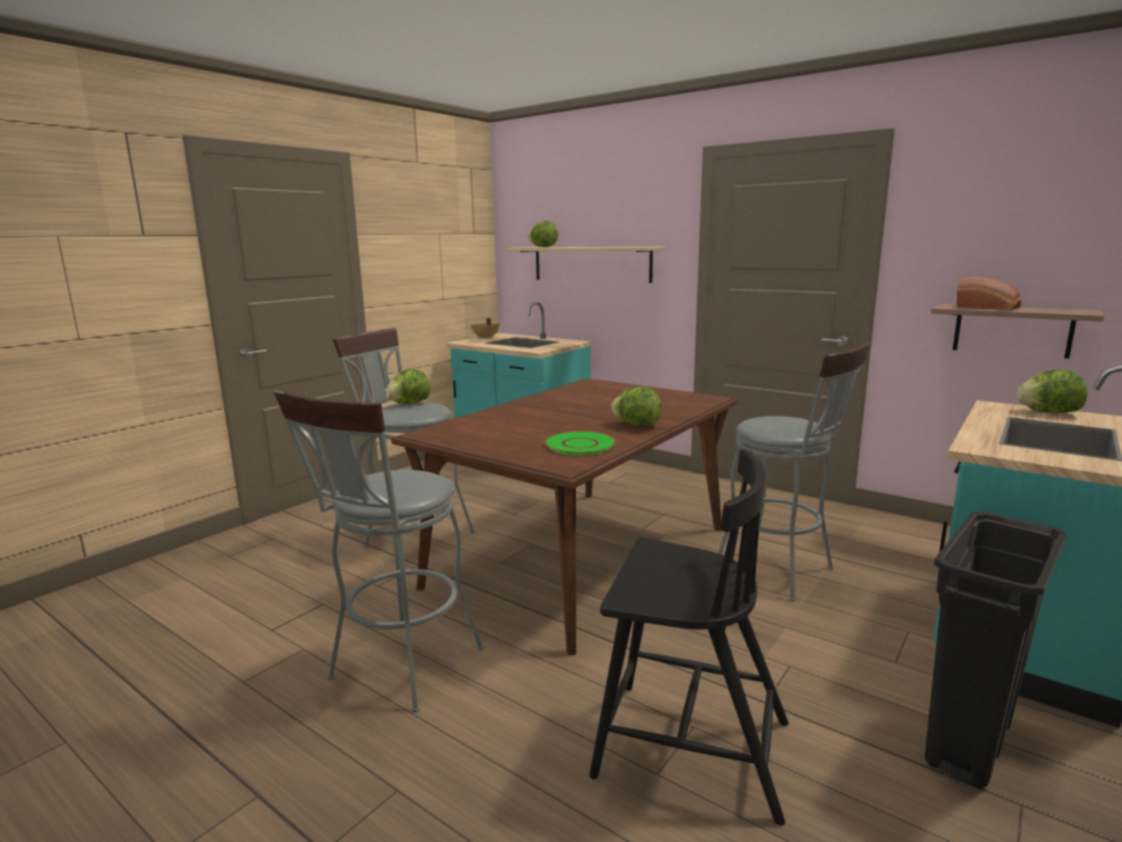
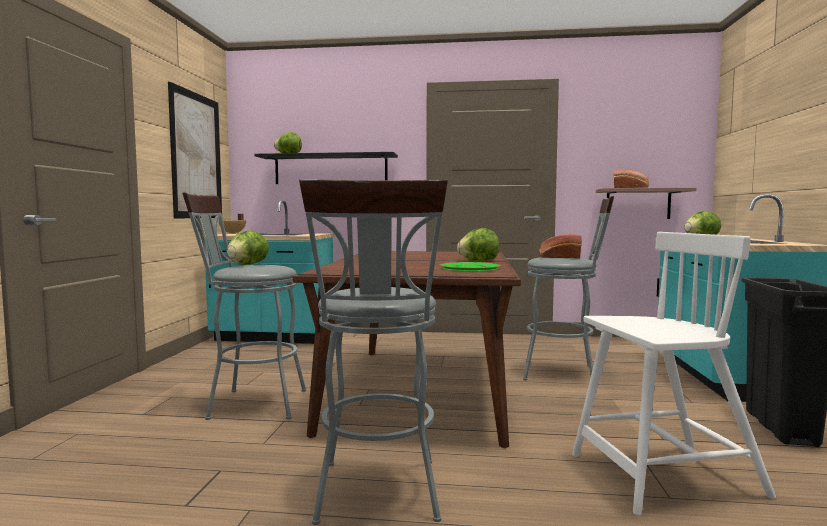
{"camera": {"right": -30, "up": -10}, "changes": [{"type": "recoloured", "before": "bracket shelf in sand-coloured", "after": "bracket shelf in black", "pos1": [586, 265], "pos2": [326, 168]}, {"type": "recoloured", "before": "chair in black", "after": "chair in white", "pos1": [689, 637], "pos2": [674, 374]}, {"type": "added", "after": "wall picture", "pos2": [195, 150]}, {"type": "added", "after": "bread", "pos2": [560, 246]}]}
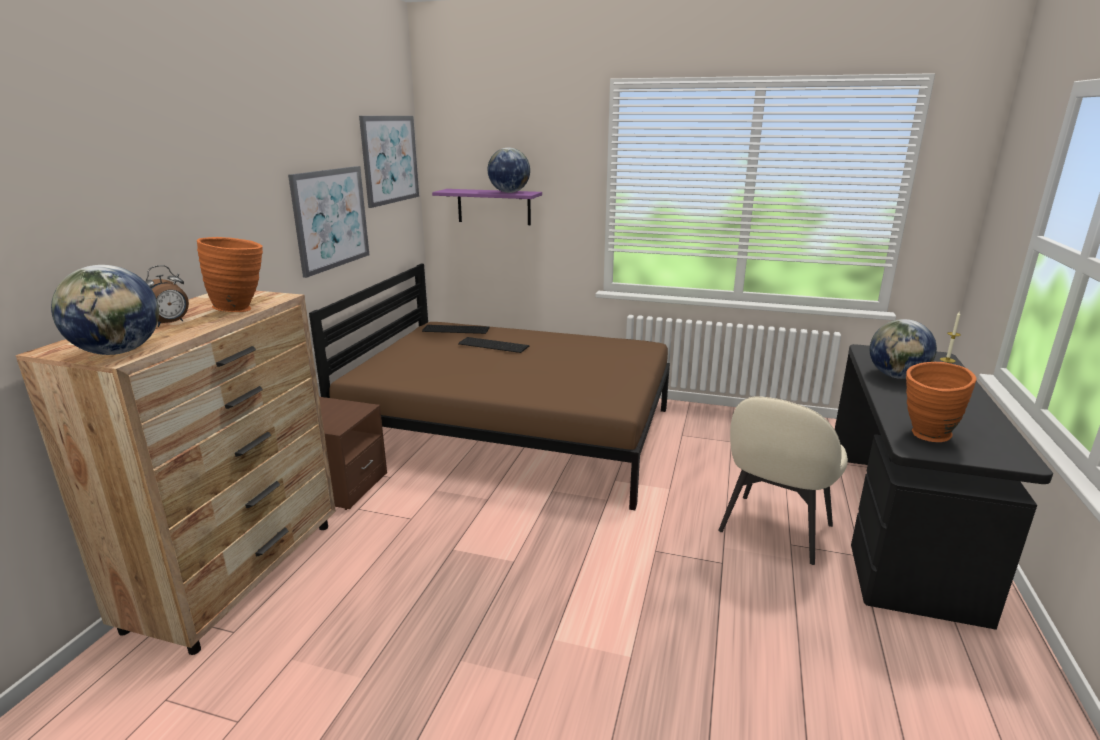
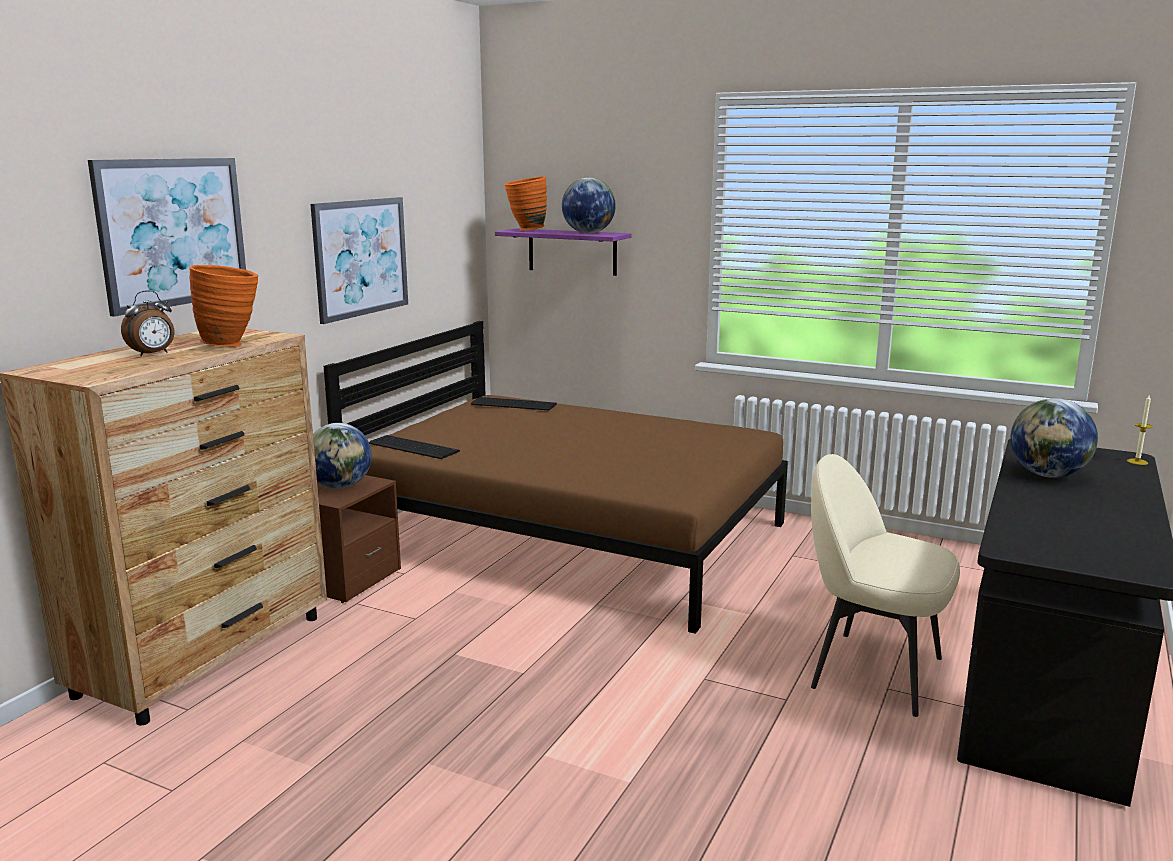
{"camera": {"right": 10, "up": -5}, "changes": [{"type": "moved", "before": "desk globe", "pos1": [105, 310], "pos2": [342, 456]}, {"type": "moved", "before": "wall picture", "pos1": [389, 162], "pos2": [167, 237]}, {"type": "moved", "before": "computer keyboard", "pos1": [493, 345], "pos2": [414, 447]}, {"type": "turned", "before": "chair in sand-coloured", "pos1": [783, 480], "pos2": [885, 585], "turn": 75}, {"type": "moved", "before": "decorative vase in orangey", "pos1": [941, 402], "pos2": [526, 203]}]}
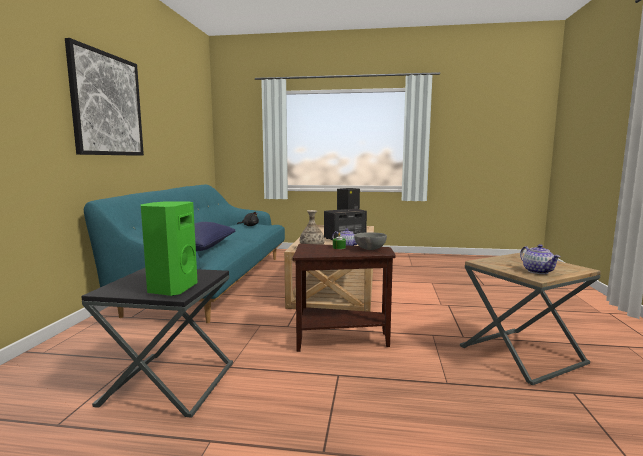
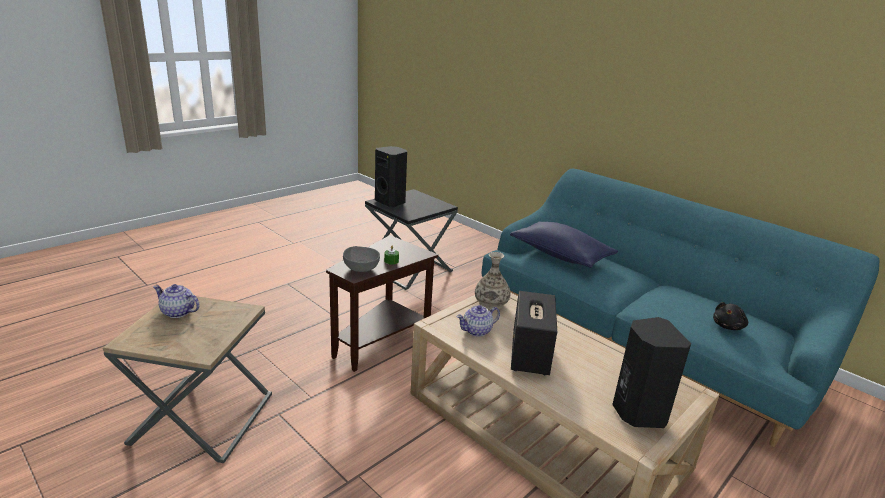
{"camera": {"right": 125, "up": 15}, "changes": [{"type": "removed", "before": "wall picture", "pos1": [104, 97]}, {"type": "recoloured", "before": "speaker in green-coloured", "after": "speaker in black", "pos1": [169, 249], "pos2": [391, 176]}]}
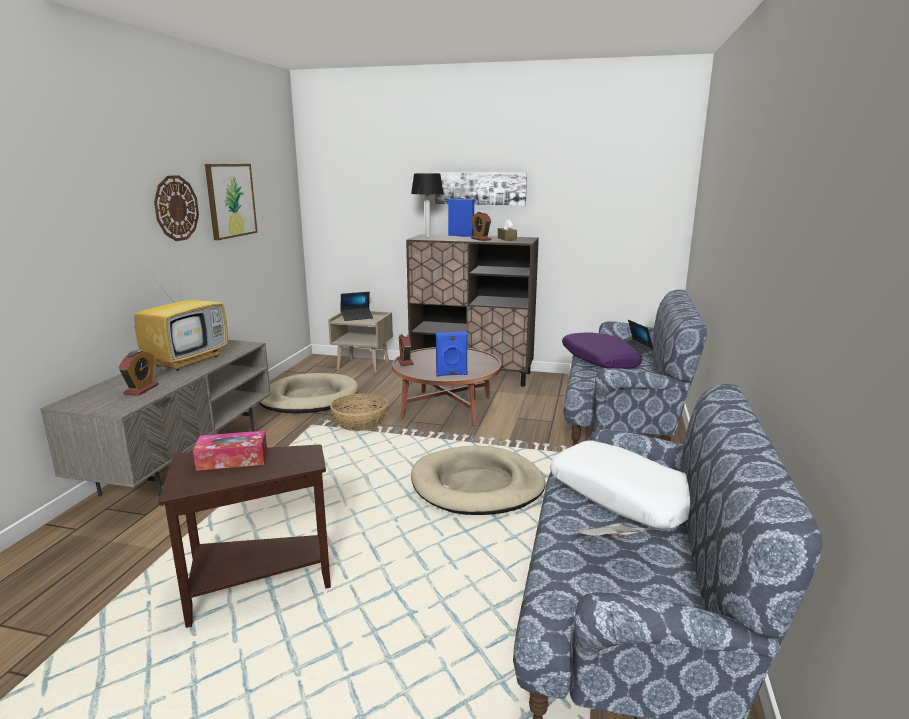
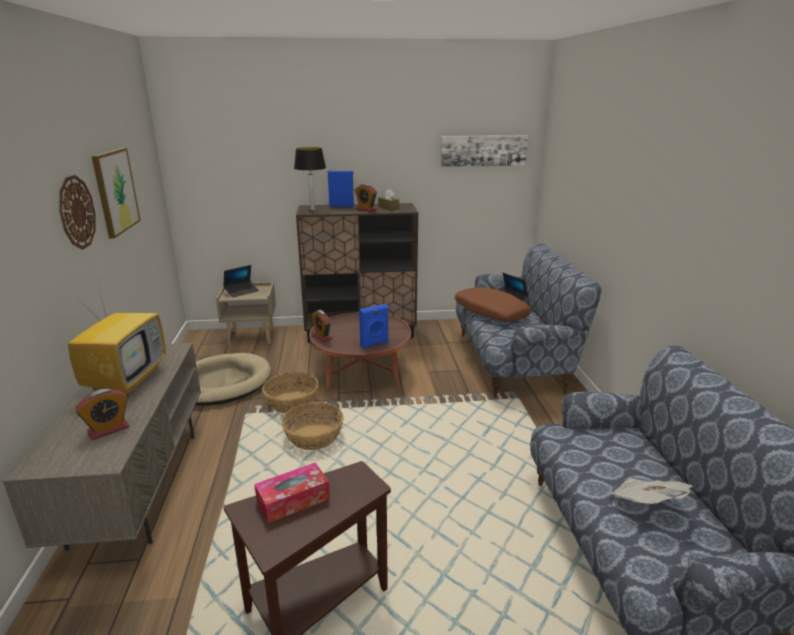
{"camera": {"right": -20, "up": 5}, "changes": [{"type": "turned", "before": "bedside clock", "pos1": [139, 373], "pos2": [102, 414], "turn": 60}, {"type": "removed", "before": "dog bed in sand-coloured", "pos1": [478, 480]}, {"type": "moved", "before": "wall picture", "pos1": [480, 189], "pos2": [484, 151]}, {"type": "removed", "before": "pillow in white", "pos1": [620, 484]}, {"type": "recoloured", "before": "pillow in purplish", "after": "pillow in brown-coloured", "pos1": [602, 351], "pos2": [493, 304]}, {"type": "added", "after": "household basket", "pos2": [312, 426]}]}
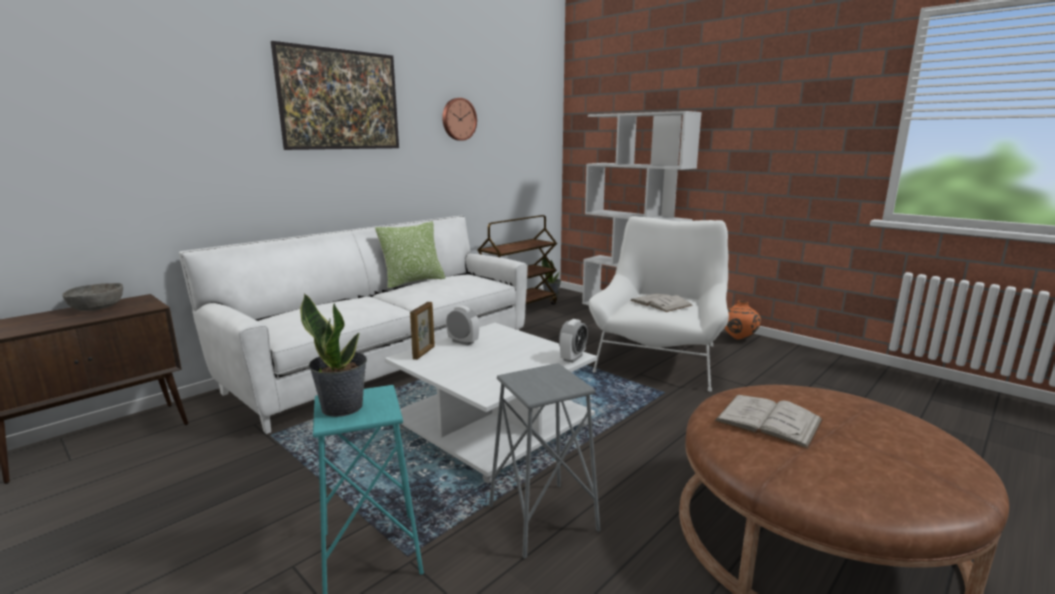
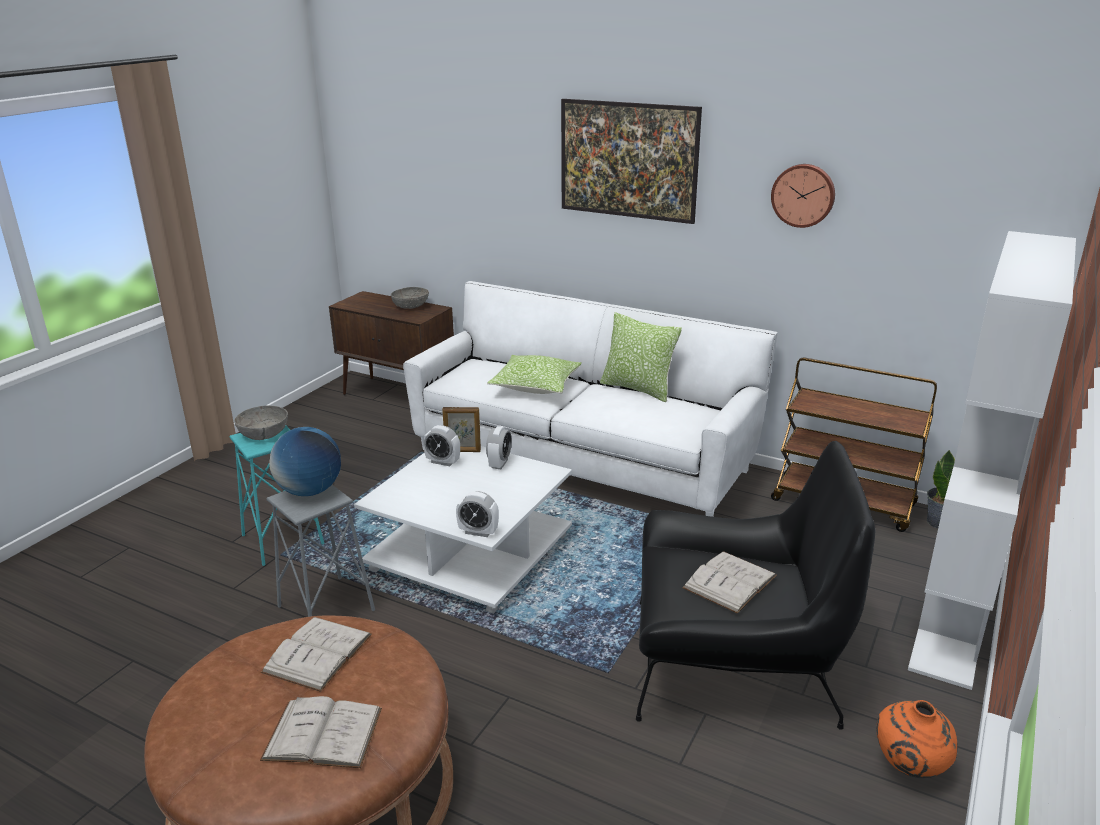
{"camera": {"right": 75, "up": 10}, "changes": [{"type": "replaced", "before": "houseplant", "after": "deep dish in grey", "pos1": [333, 355], "pos2": [261, 422]}, {"type": "recoloured", "before": "armchair in white", "after": "armchair in black", "pos1": [659, 304], "pos2": [755, 585]}, {"type": "added", "after": "volume in white", "pos2": [321, 732]}, {"type": "added", "after": "desk globe", "pos2": [305, 461]}, {"type": "added", "after": "bedside clock", "pos2": [441, 445]}, {"type": "added", "after": "pillow", "pos2": [534, 374]}]}
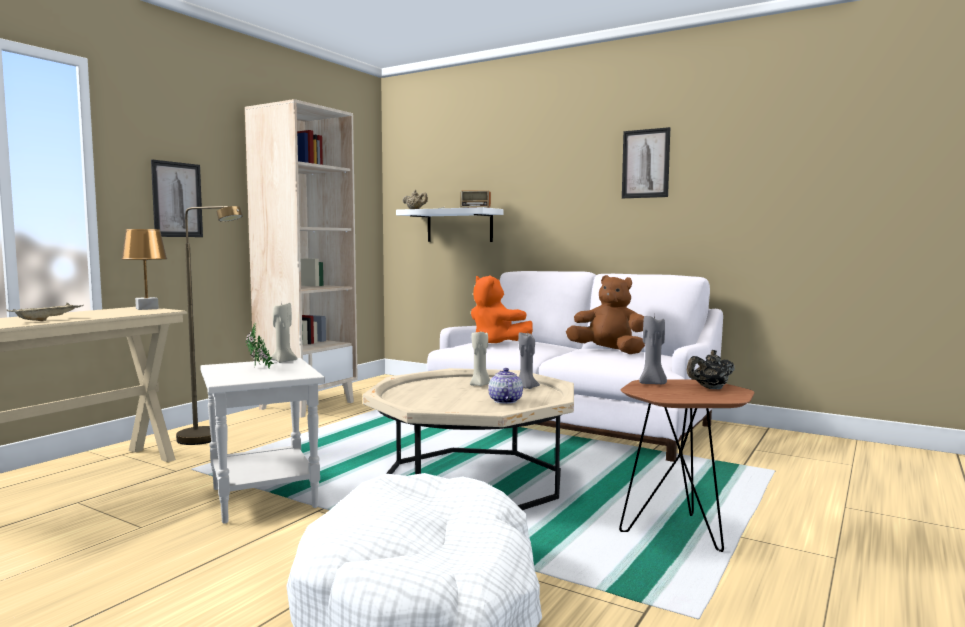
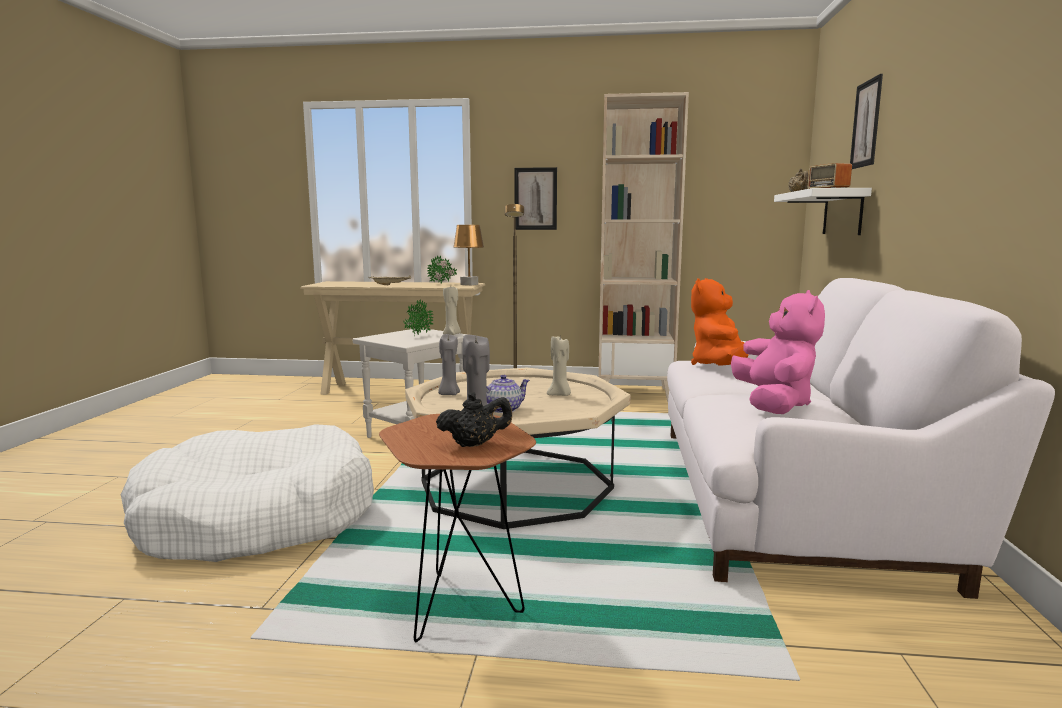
{"camera": {"right": 65, "up": 5}, "changes": [{"type": "moved", "before": "candle in grey", "pos1": [529, 360], "pos2": [449, 364]}, {"type": "recoloured", "before": "plush toy in brown-coloured", "after": "plush toy in pinkish", "pos1": [605, 314], "pos2": [778, 352]}, {"type": "moved", "before": "wall picture", "pos1": [646, 162], "pos2": [866, 121]}, {"type": "turned", "before": "pot for tea in black", "pos1": [711, 369], "pos2": [474, 419], "turn": 120}, {"type": "added", "after": "houseplant", "pos2": [442, 269]}]}
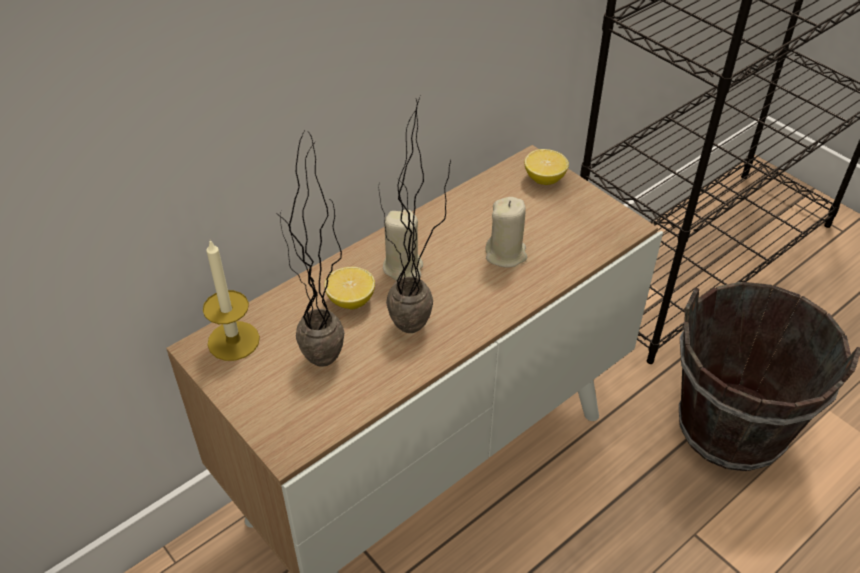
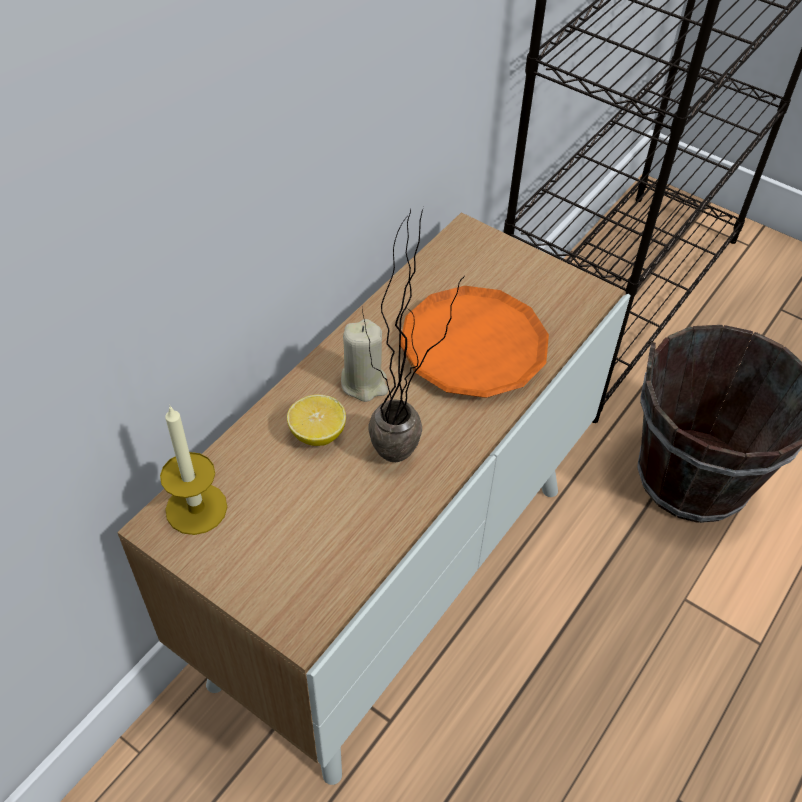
{"camera": {"right": -15, "up": 5}, "changes": [{"type": "removed", "before": "houseplant", "pos1": [309, 249]}, {"type": "replaced", "before": "candle in sand-coloured", "after": "plate in orangey", "pos1": [506, 232], "pos2": [475, 342]}, {"type": "removed", "before": "whole lemon", "pos1": [546, 167]}]}
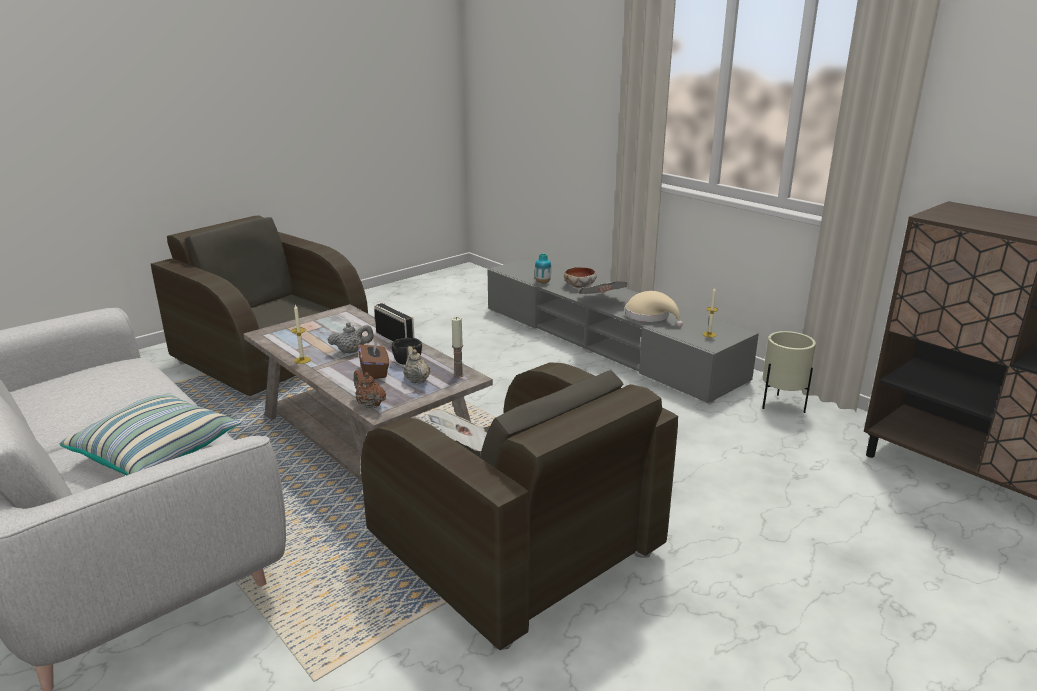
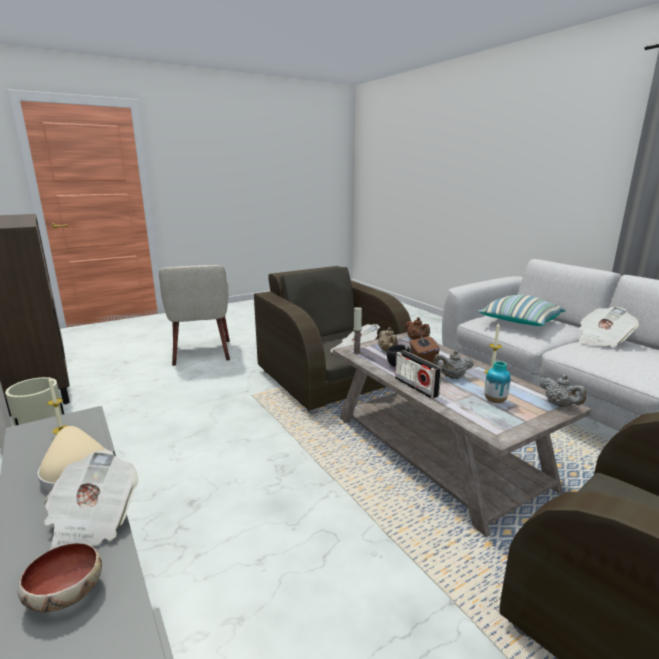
{"camera": {"right": -170, "up": -5}, "changes": [{"type": "moved", "before": "decorative vase", "pos1": [543, 268], "pos2": [498, 382]}, {"type": "added", "after": "armchair in sand-coloured", "pos2": [194, 315]}, {"type": "added", "after": "pot for tea in grey", "pos2": [563, 390]}, {"type": "added", "after": "newspaper", "pos2": [609, 327]}]}
